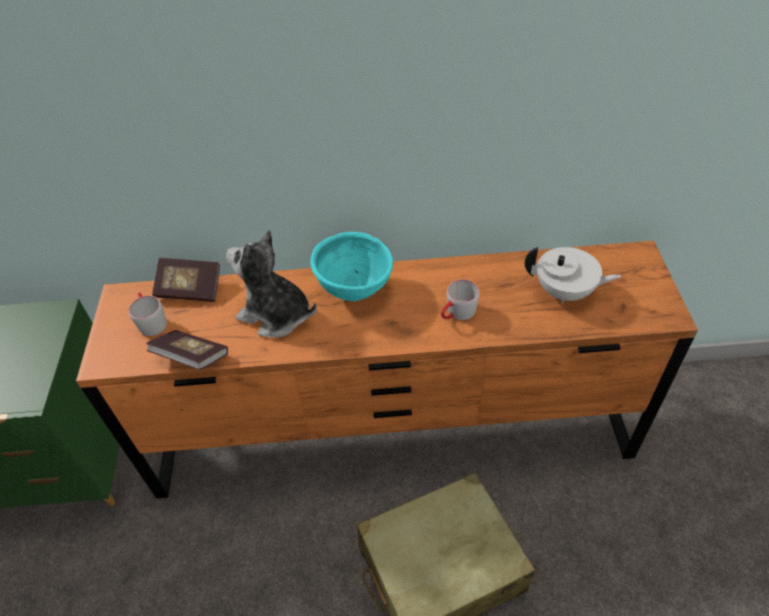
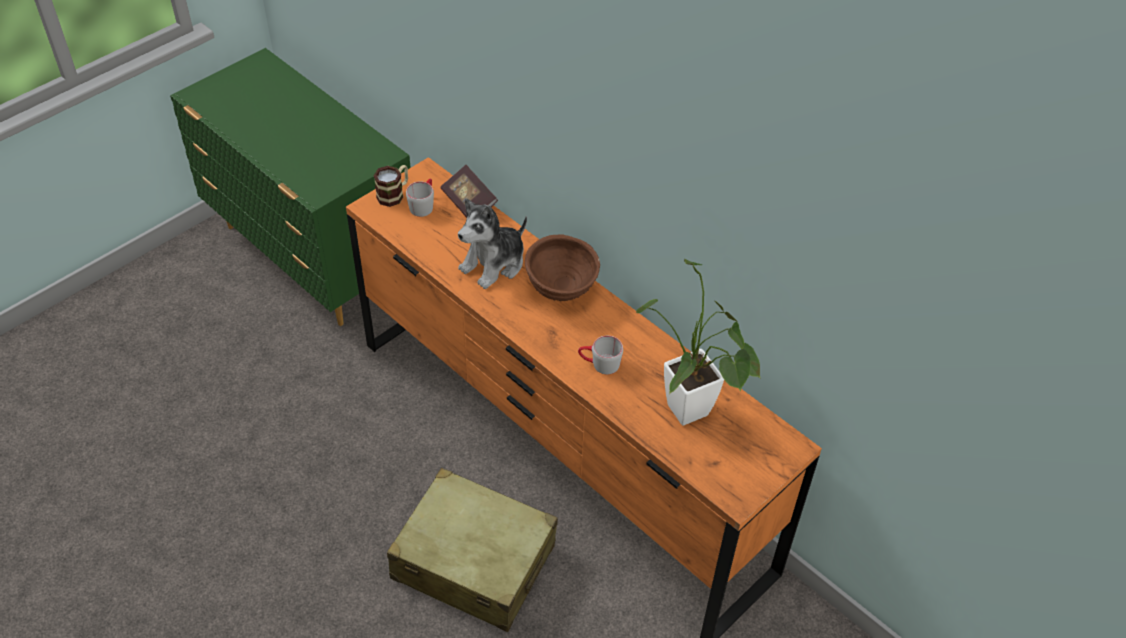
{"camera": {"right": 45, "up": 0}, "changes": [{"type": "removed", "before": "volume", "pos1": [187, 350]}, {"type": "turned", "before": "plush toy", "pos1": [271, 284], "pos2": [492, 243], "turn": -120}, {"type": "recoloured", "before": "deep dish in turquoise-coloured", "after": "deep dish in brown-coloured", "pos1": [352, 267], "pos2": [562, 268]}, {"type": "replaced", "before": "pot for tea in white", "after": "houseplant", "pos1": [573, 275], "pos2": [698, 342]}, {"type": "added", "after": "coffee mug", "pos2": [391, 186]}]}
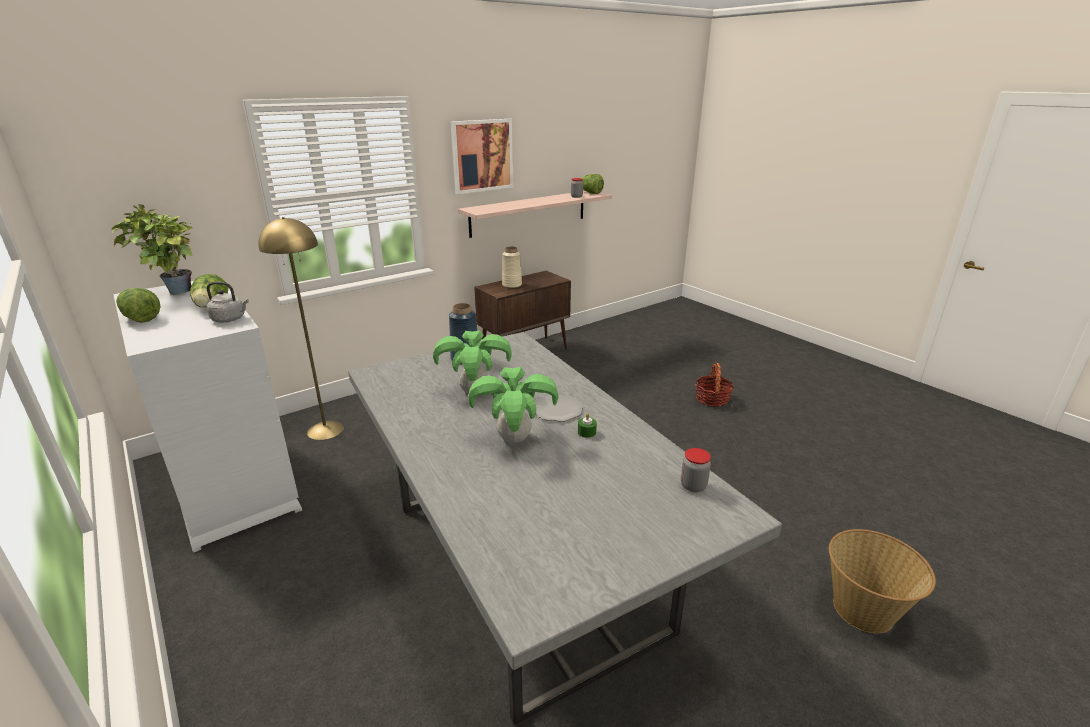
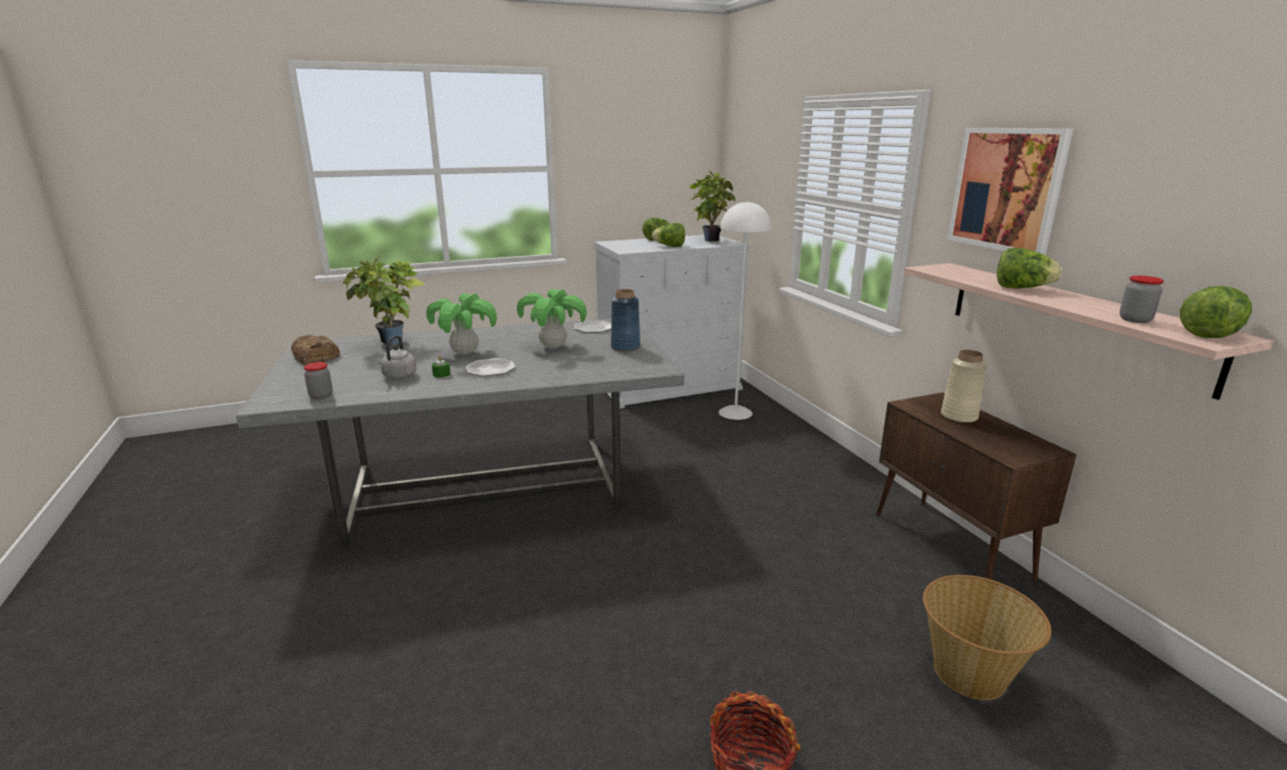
{"camera": {"right": 105, "up": -5}, "changes": [{"type": "moved", "before": "water kettle in grey", "pos1": [228, 302], "pos2": [397, 357]}, {"type": "recoloured", "before": "standing lamp in yellow", "after": "standing lamp in white", "pos1": [301, 328], "pos2": [745, 310]}, {"type": "moved", "before": "household basket", "pos1": [882, 581], "pos2": [987, 637]}, {"type": "added", "after": "bread", "pos2": [315, 350]}, {"type": "added", "after": "houseplant", "pos2": [384, 300]}, {"type": "added", "after": "plate", "pos2": [592, 326]}, {"type": "added", "after": "head of lettuce", "pos2": [1029, 268]}]}
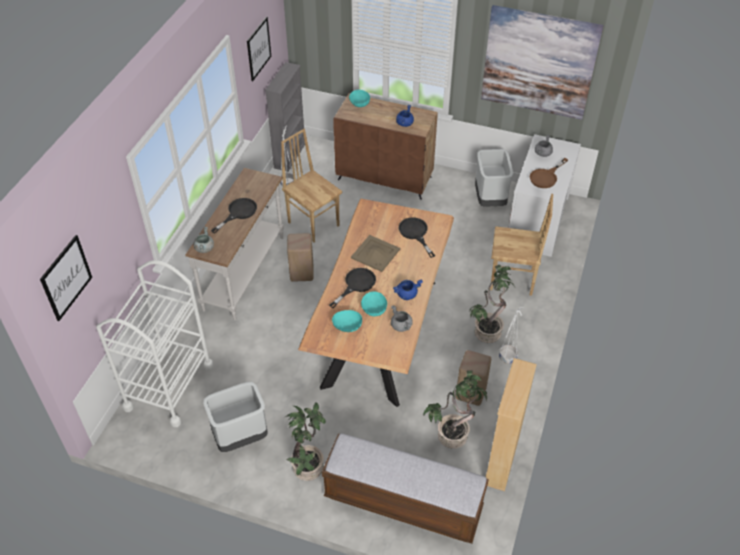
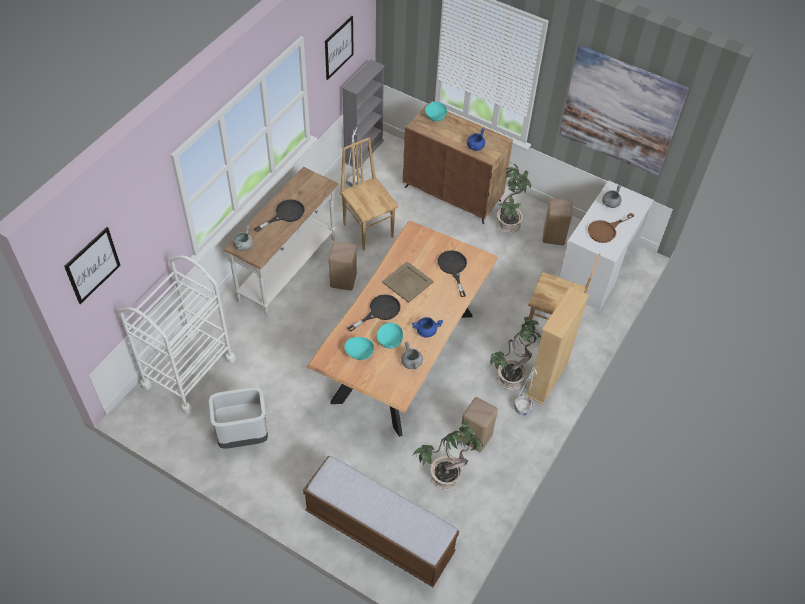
{"camera": {"right": 10, "up": 5}, "changes": [{"type": "moved", "before": "houseplant", "pos1": [306, 441], "pos2": [514, 198]}, {"type": "replaced", "before": "rubbish bin in grey", "after": "stool seat in sand-coloured", "pos1": [494, 178], "pos2": [557, 222]}, {"type": "moved", "before": "bookcase in sand-coloured", "pos1": [511, 424], "pos2": [557, 345]}]}
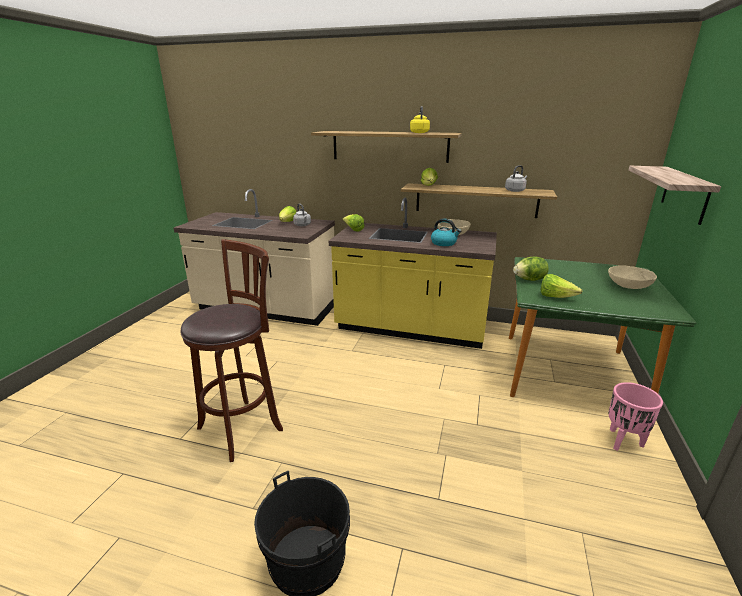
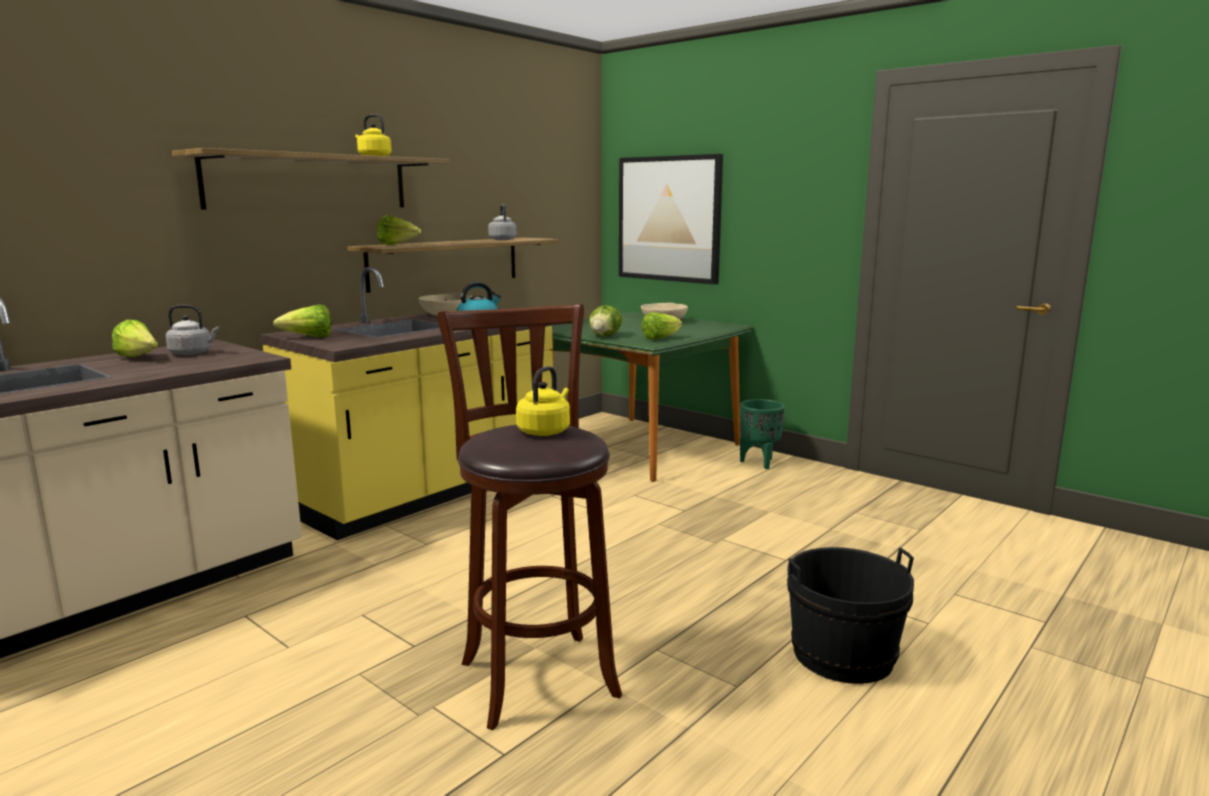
{"camera": {"right": -65, "up": -10}, "changes": [{"type": "recoloured", "before": "planter in pinkish", "after": "planter in green-coloured", "pos1": [635, 416], "pos2": [762, 434]}, {"type": "replaced", "before": "bracket shelf", "after": "wall picture", "pos1": [674, 195], "pos2": [671, 219]}, {"type": "added", "after": "water kettle in yellow", "pos2": [543, 401]}]}
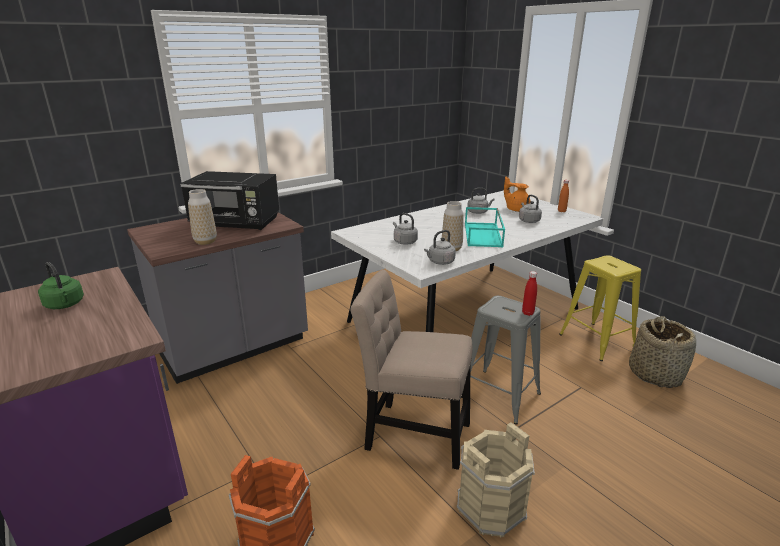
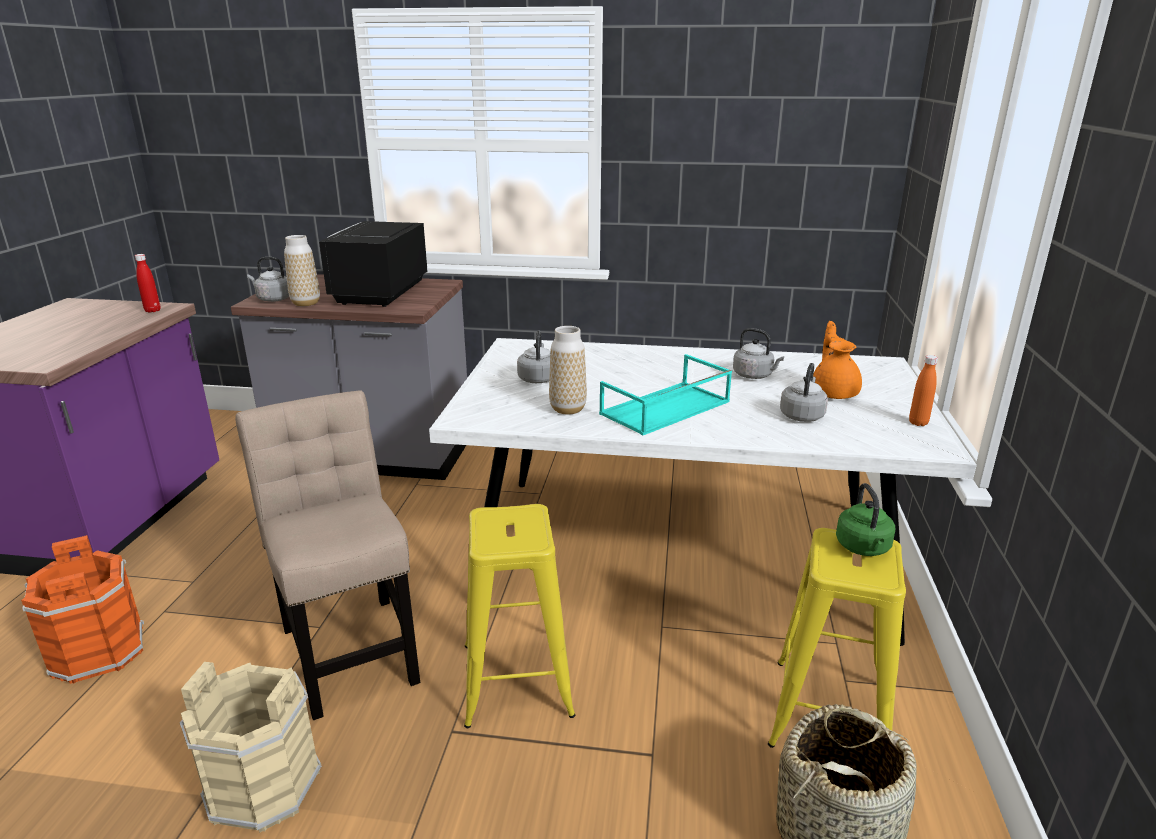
{"camera": {"right": 45, "up": 0}, "changes": [{"type": "moved", "before": "water kettle in green-coloured", "pos1": [61, 285], "pos2": [866, 519]}, {"type": "turned", "before": "kitchen microwave in black", "pos1": [229, 200], "pos2": [373, 264], "turn": 45}, {"type": "moved", "before": "water kettle in grey", "pos1": [440, 247], "pos2": [268, 279]}, {"type": "recoloured", "before": "stool seat in grey", "after": "stool seat in yellow", "pos1": [505, 360], "pos2": [519, 616]}, {"type": "moved", "before": "beverage bottle in red", "pos1": [529, 293], "pos2": [147, 283]}]}
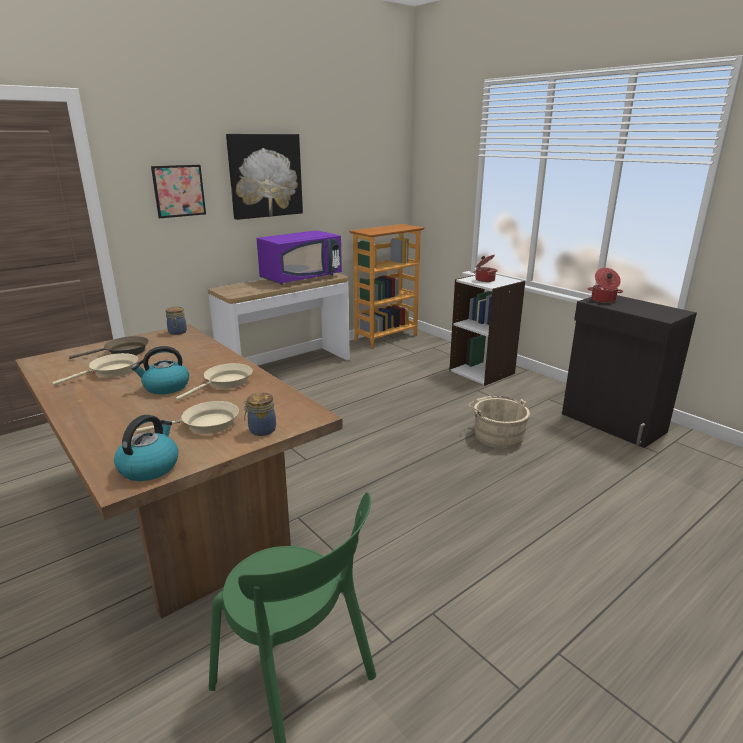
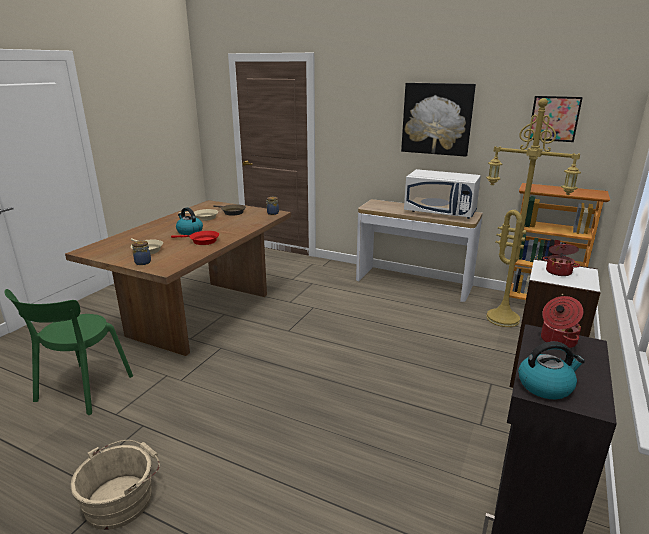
{"camera": {"right": 65, "up": 0}, "changes": [{"type": "moved", "before": "water kettle", "pos1": [146, 448], "pos2": [551, 370]}, {"type": "moved", "before": "wall picture", "pos1": [178, 191], "pos2": [556, 119]}, {"type": "recoloured", "before": "pan in sand-coloured", "after": "pan in red", "pos1": [214, 382], "pos2": [195, 238]}, {"type": "recoloured", "before": "kitchen microwave in purplish", "after": "kitchen microwave in white", "pos1": [299, 257], "pos2": [442, 194]}, {"type": "moved", "before": "bucket in sand-coloured", "pos1": [499, 422], "pos2": [115, 485]}, {"type": "added", "after": "standing lamp in yellow", "pos2": [533, 212]}]}
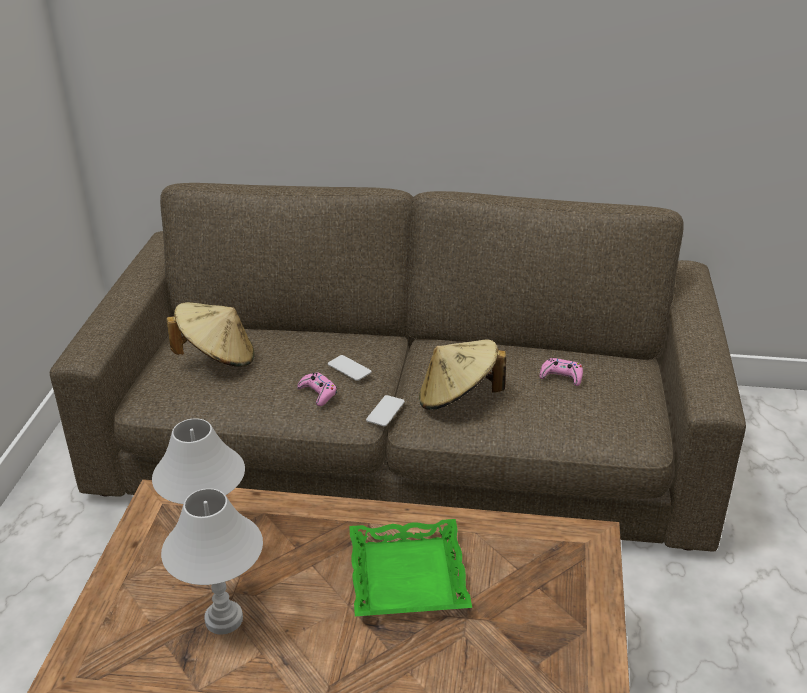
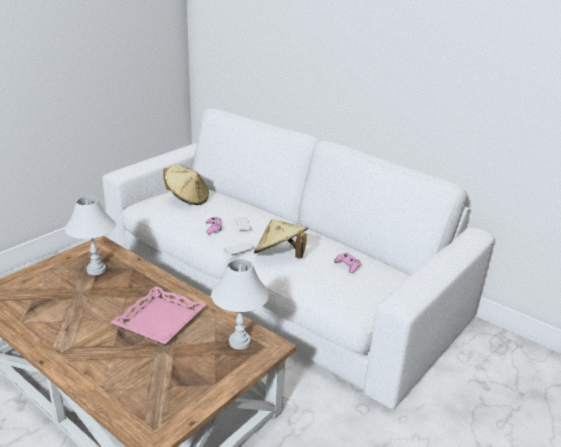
{"camera": {"right": 30, "up": -5}, "changes": [{"type": "recoloured", "before": "sofa in brown-coloured", "after": "sofa in white", "pos1": [398, 367], "pos2": [298, 259]}, {"type": "moved", "before": "tabletop lamp in white", "pos1": [212, 561], "pos2": [240, 304]}, {"type": "recoloured", "before": "carrying tray in green-coloured", "after": "carrying tray in pinkish", "pos1": [410, 567], "pos2": [158, 315]}]}
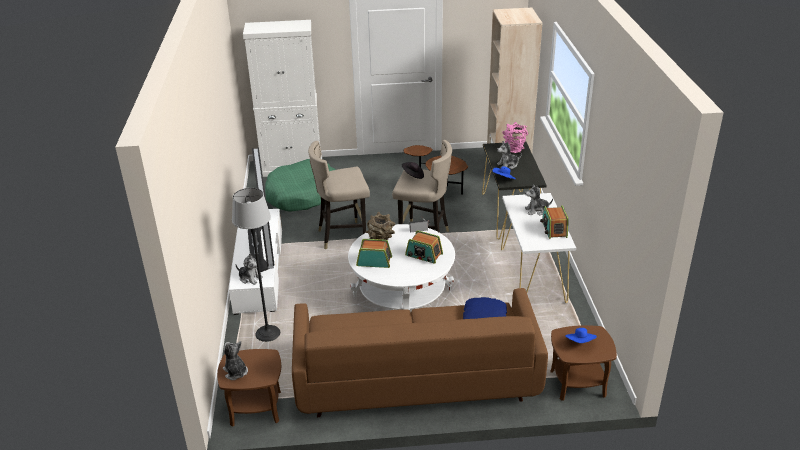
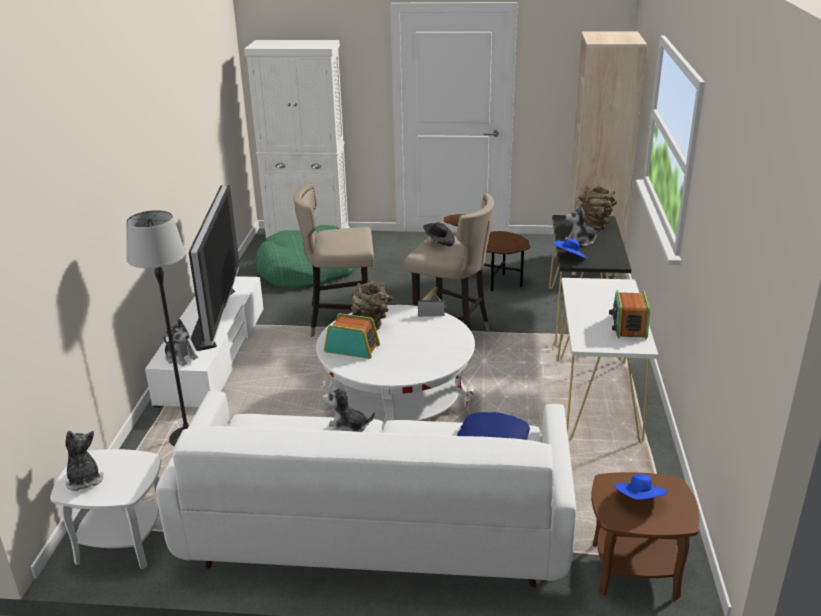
{"camera": {"right": 10, "up": -5}, "changes": [{"type": "recoloured", "before": "accent table in brown-coloured", "after": "accent table in white", "pos1": [249, 388], "pos2": [106, 509]}, {"type": "recoloured", "before": "sofa in brown-coloured", "after": "sofa in white", "pos1": [420, 352], "pos2": [366, 489]}, {"type": "removed", "before": "radio set", "pos1": [424, 247]}, {"type": "recoloured", "before": "decorative vase in pinkish", "after": "decorative vase in brown-coloured", "pos1": [515, 137], "pos2": [598, 206]}, {"type": "moved", "before": "plush toy", "pos1": [539, 200], "pos2": [348, 407]}]}
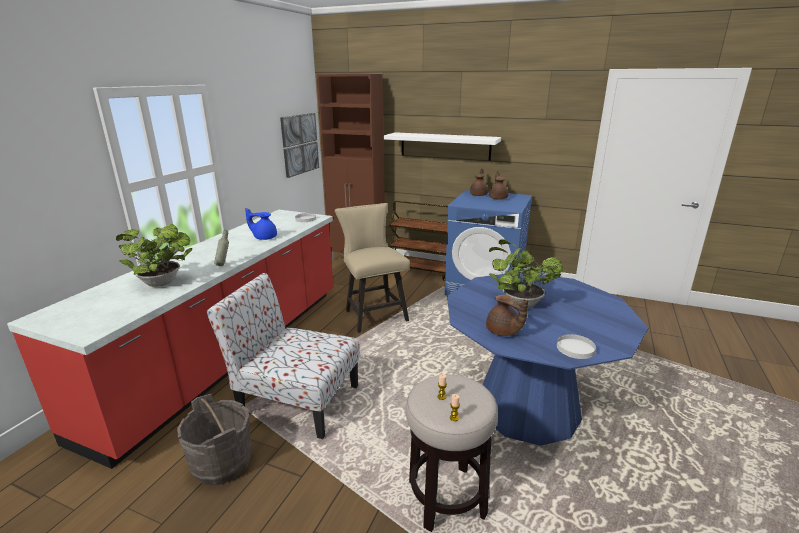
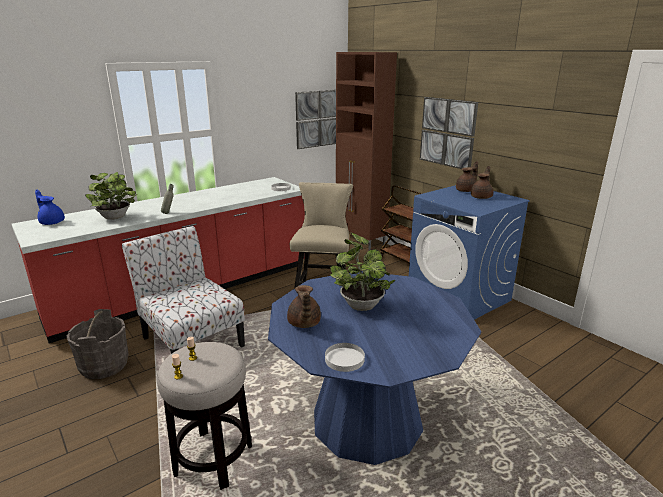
{"camera": {"right": 30, "up": 0}, "changes": [{"type": "moved", "before": "pot for tea in blue-coloured", "pos1": [261, 224], "pos2": [50, 207]}, {"type": "replaced", "before": "bracket shelf in white", "after": "wall picture", "pos1": [442, 146], "pos2": [449, 133]}]}
